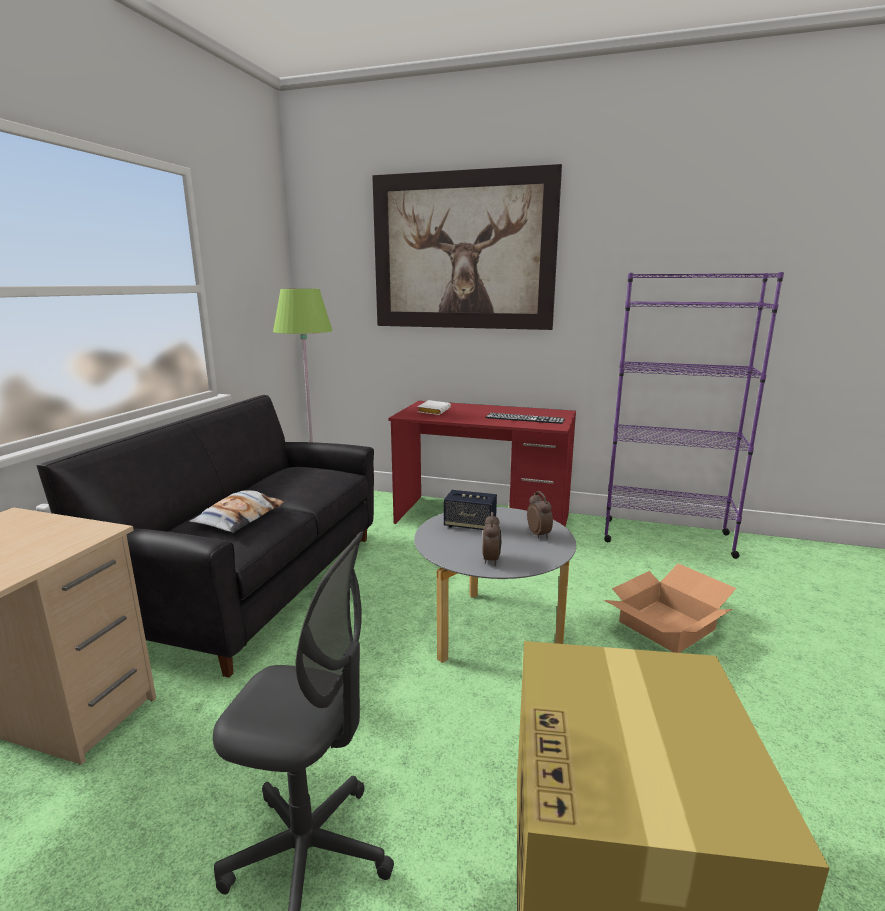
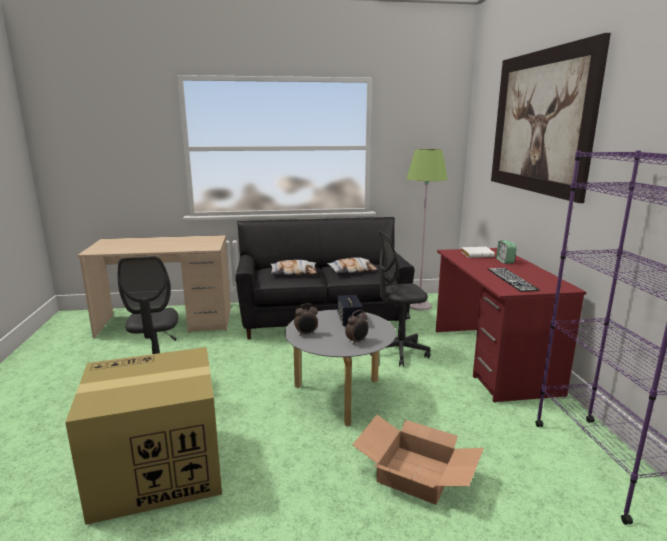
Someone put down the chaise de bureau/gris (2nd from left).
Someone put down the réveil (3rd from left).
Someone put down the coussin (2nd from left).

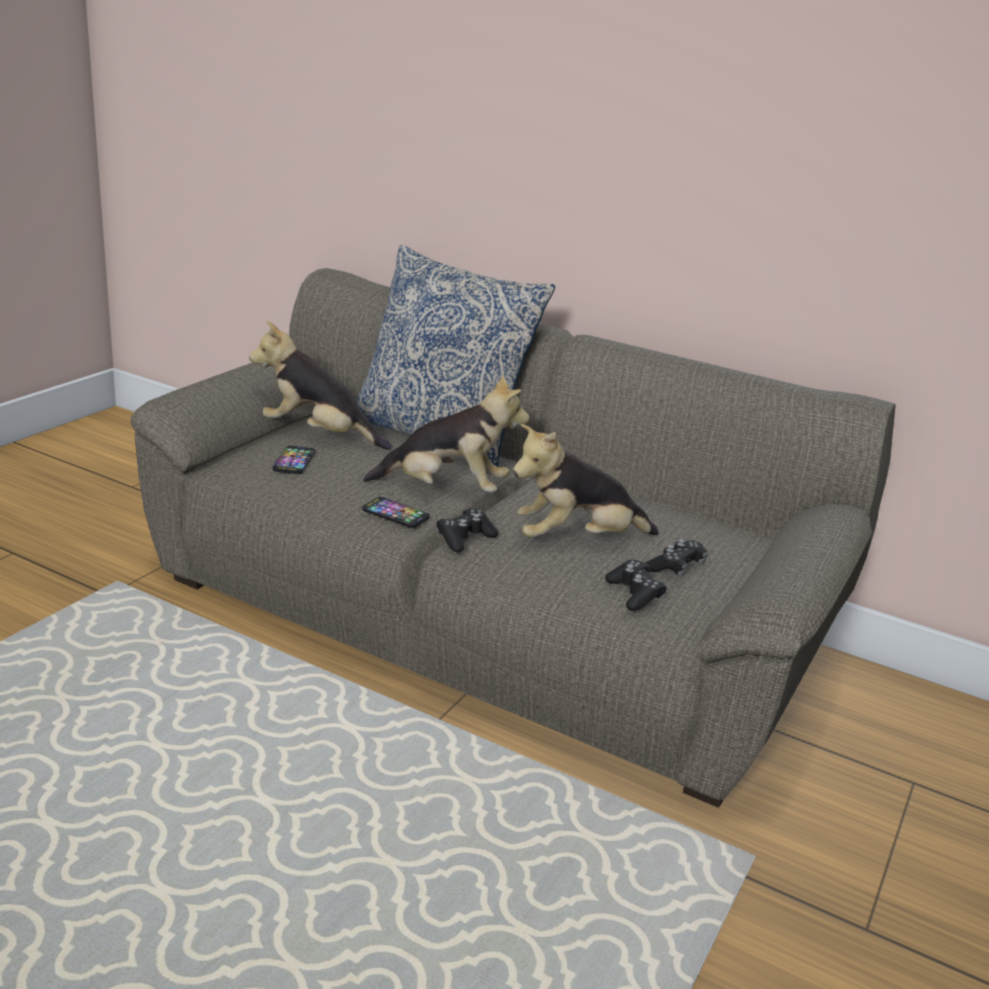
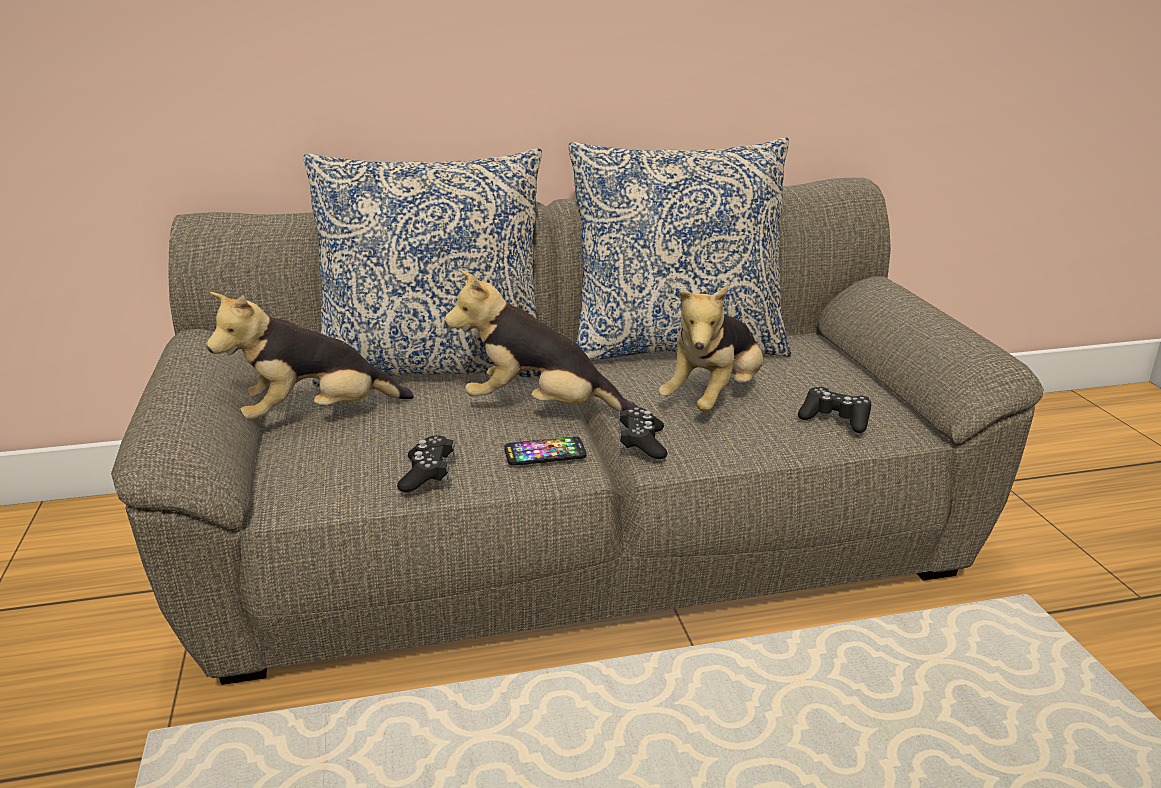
Someone rotated the peluche (2nd from left) by 135 degrees counterclockwise.
Someone took away the téléphone (1st from left).
Someone carried the manette/noir (3rd from left in the first image).
Someone put down the coussin (2nd from left).

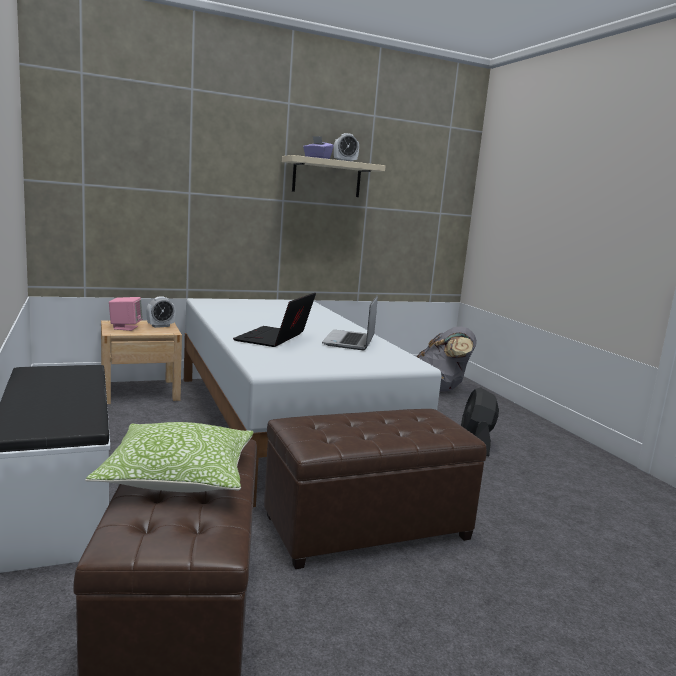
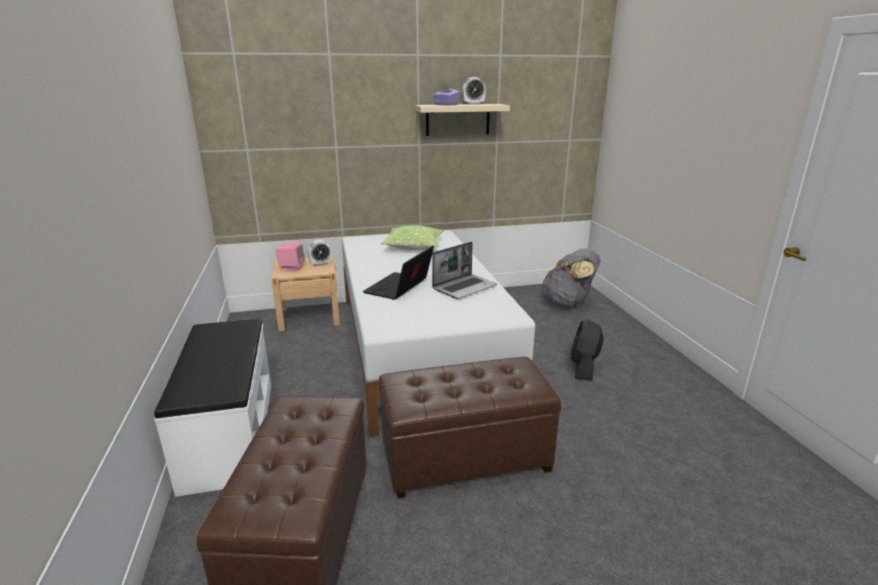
Someone rotated the ordinateur portable (2nd from left) by 150 degrees counterclockwise.
Someone carried the coussin.

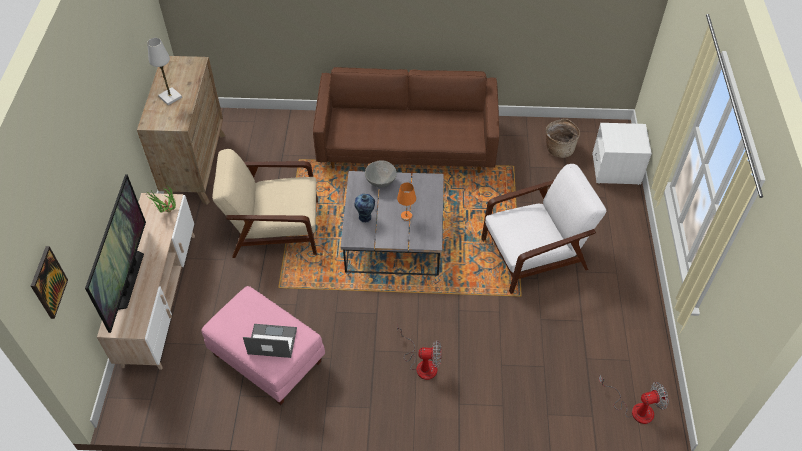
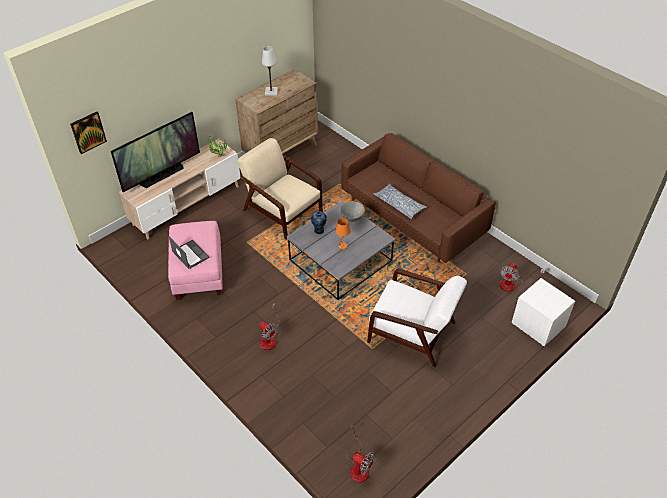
Someone swapped the panier for the ventilateur (3rd from left).
Someone put down the coussin.

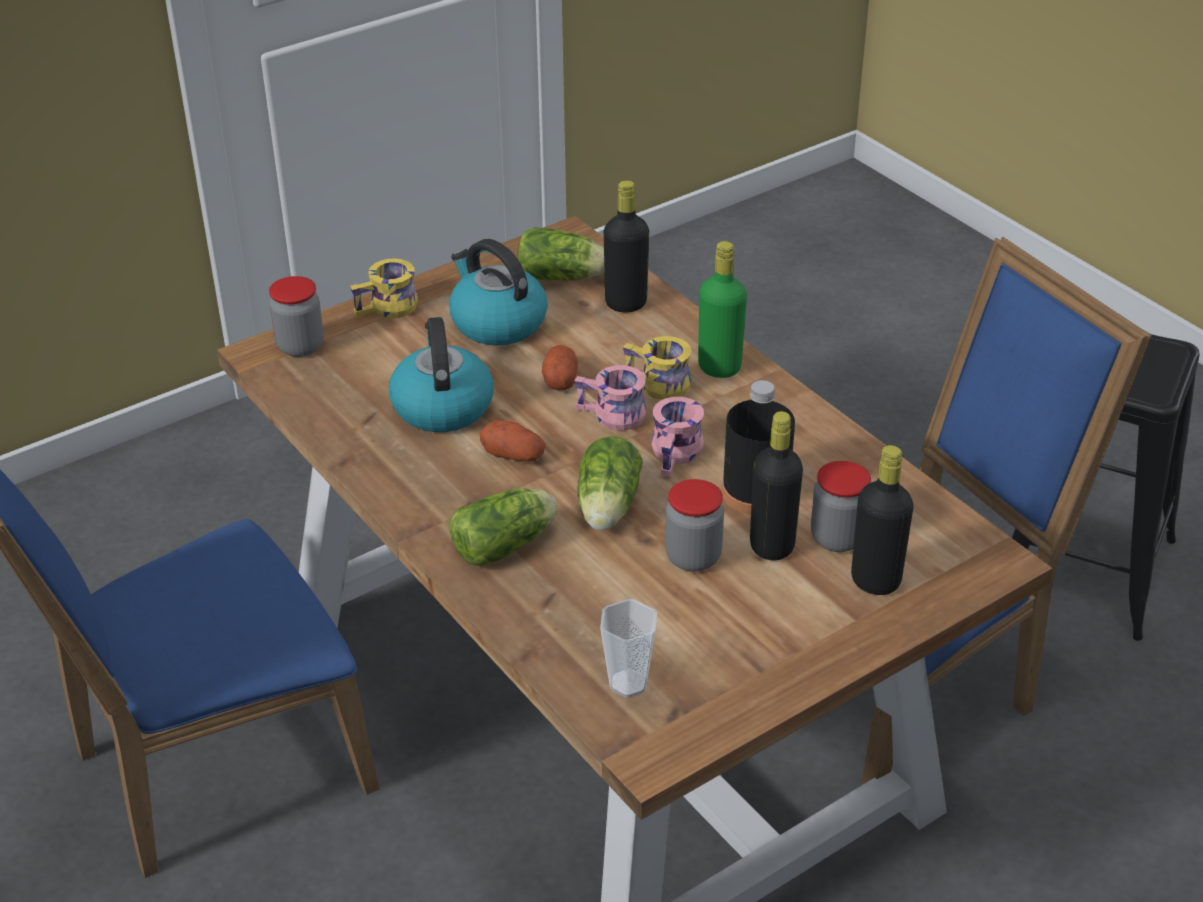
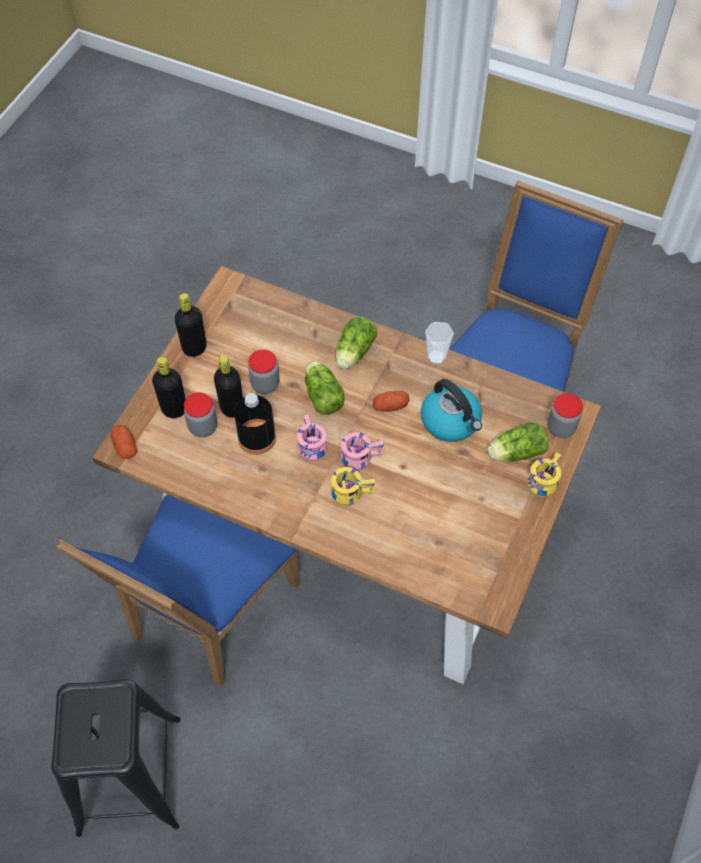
Someone carried the bouteille/noir (1st from left in the first image).
Someone carried the laitue (2nd from left in the first image).
Someone took away the bouilloire (2nd from left).
Someone took away the bouteille/vert.
Someone carried the pomme de terre (2nd from left in the first image).
Someone carried the tasse.

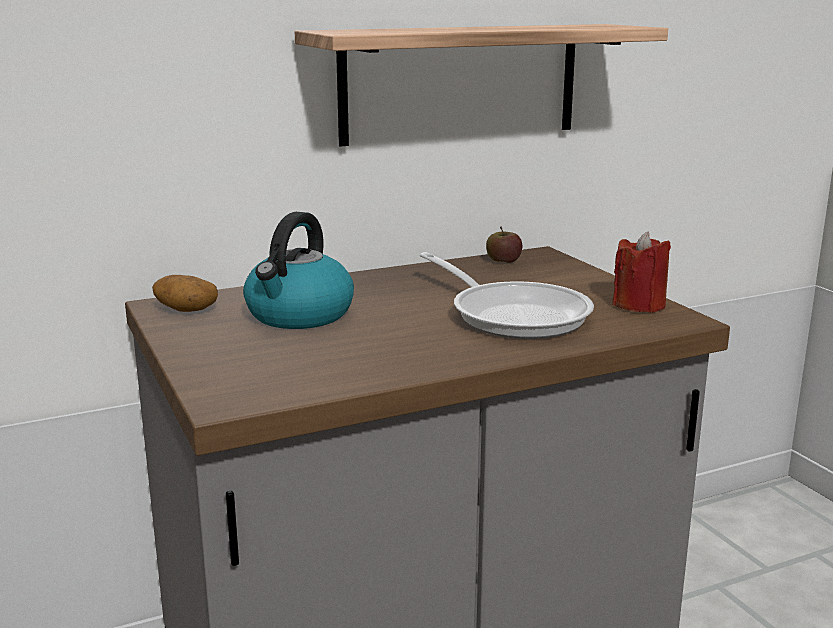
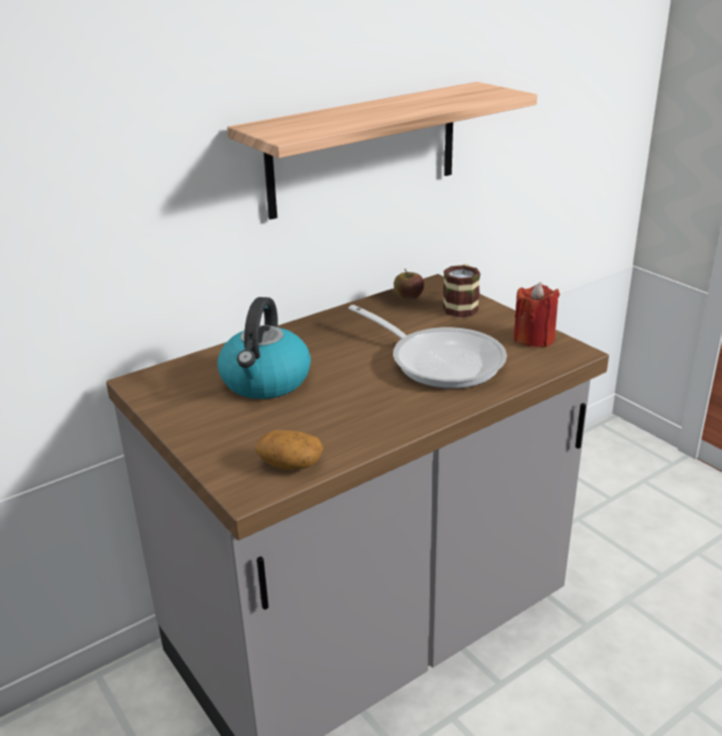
Someone carried the pomme de terre.
Someone put down the mug.

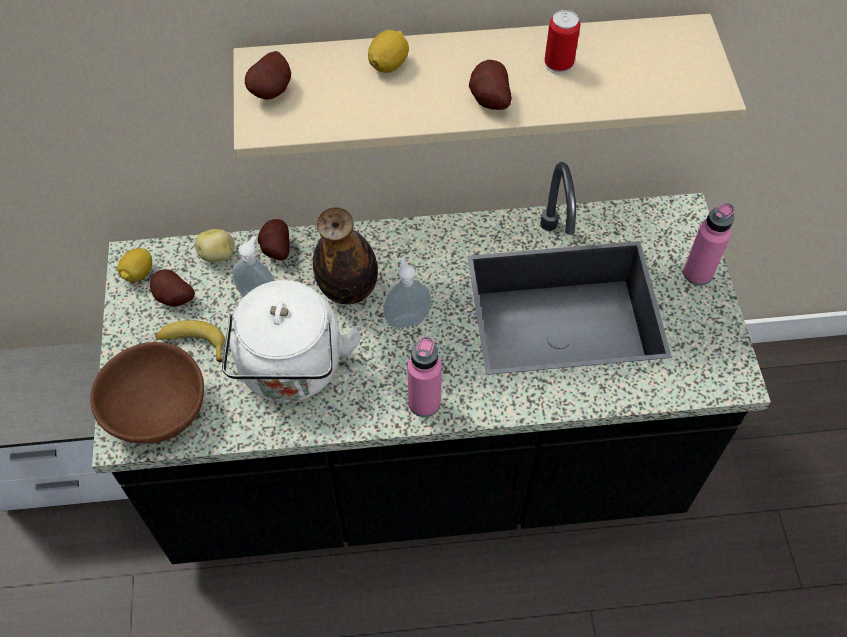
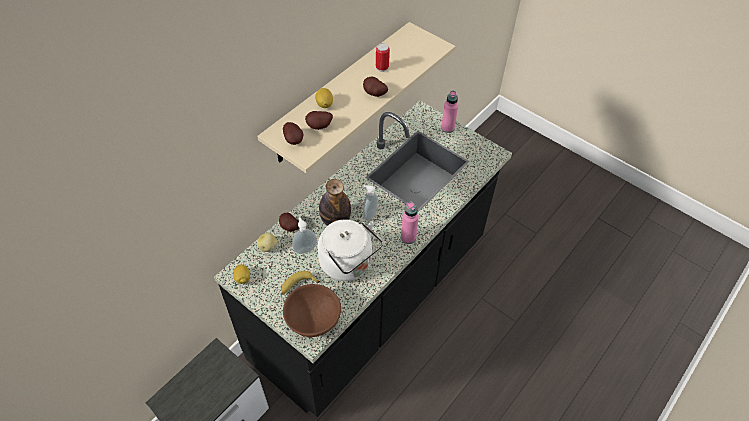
Someone carried the pomme de terre (1st from left in the first image).

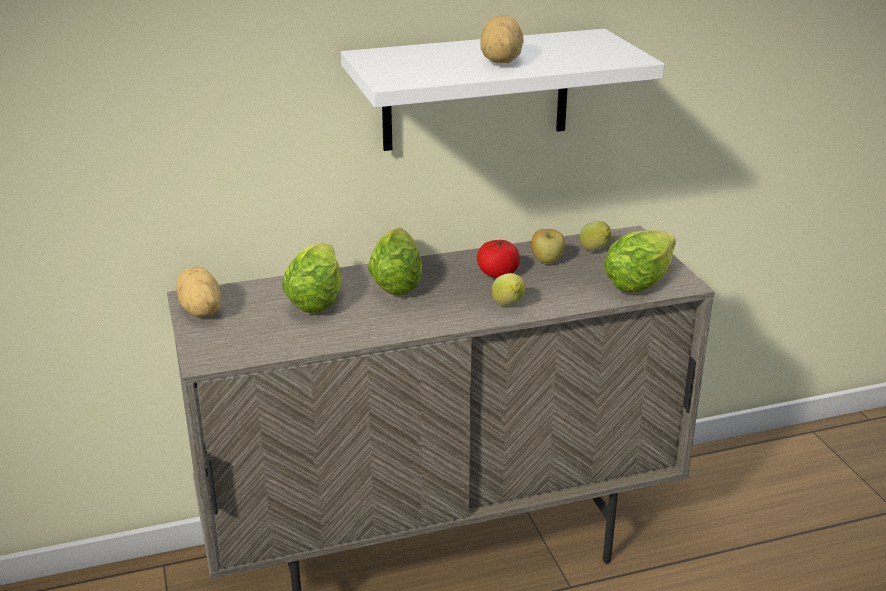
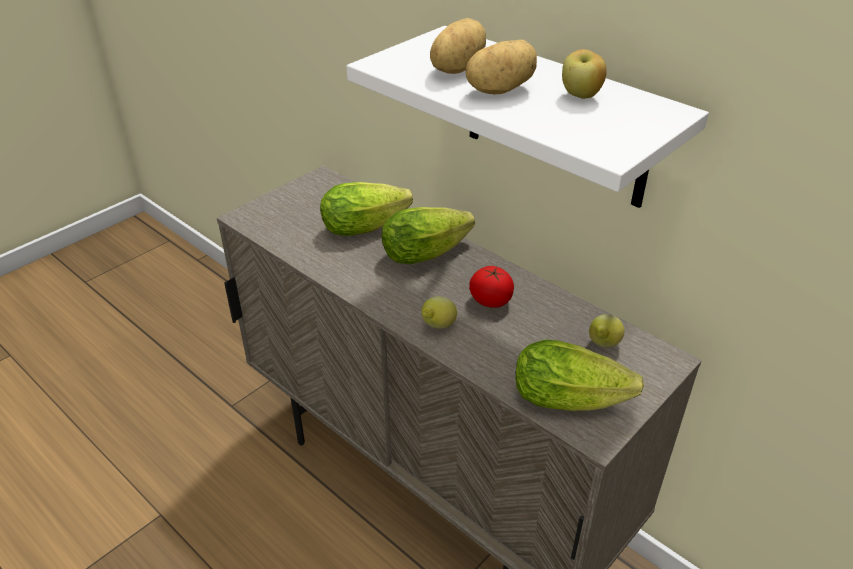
Someone carried the pomme.
Someone carried the pomme de terre (1st from left).

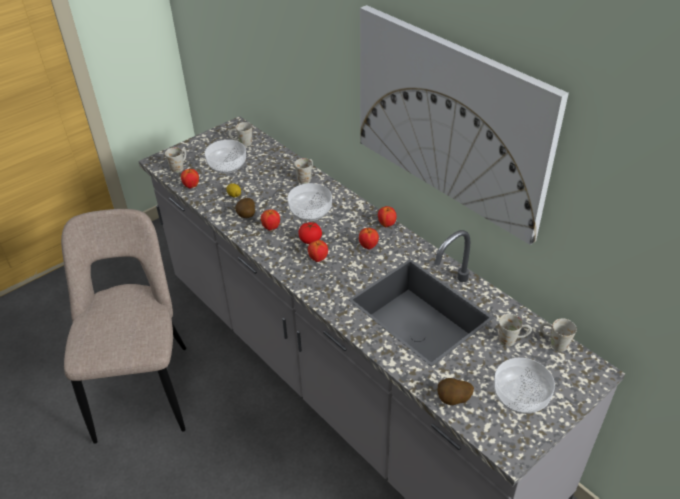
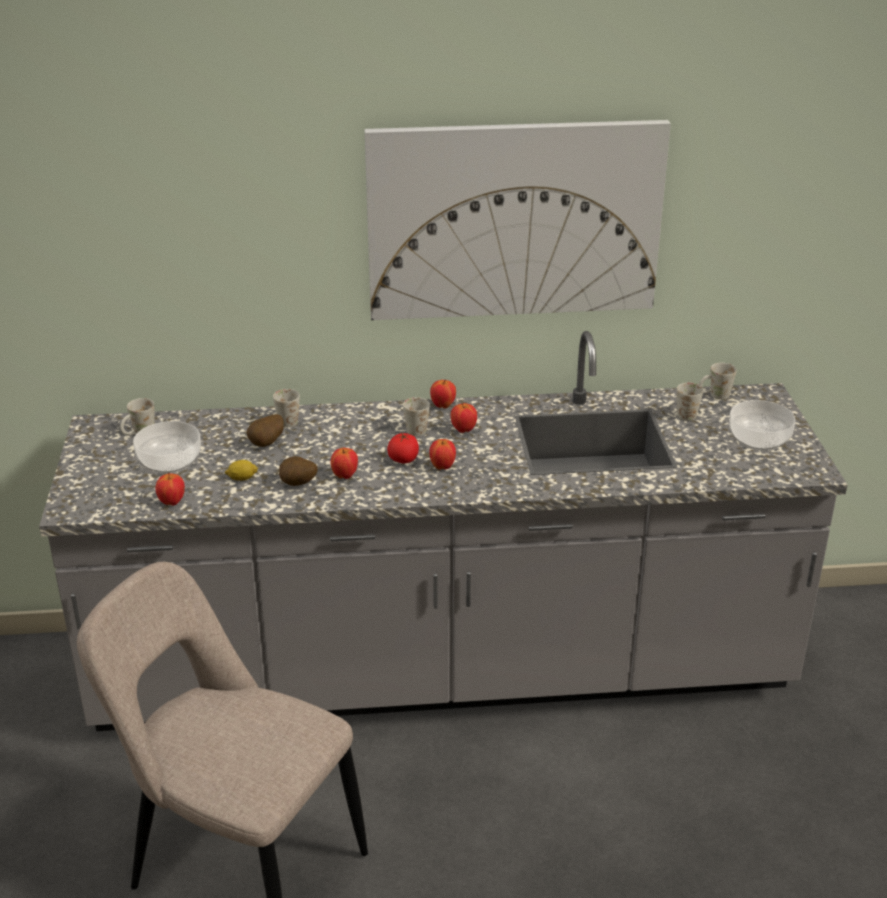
Someone carried the mug/blanc (1st from left in the first image).
Someone took away the bol (2nd from left).
Someone carried the pomme de terre (2nd from left in the first image).

